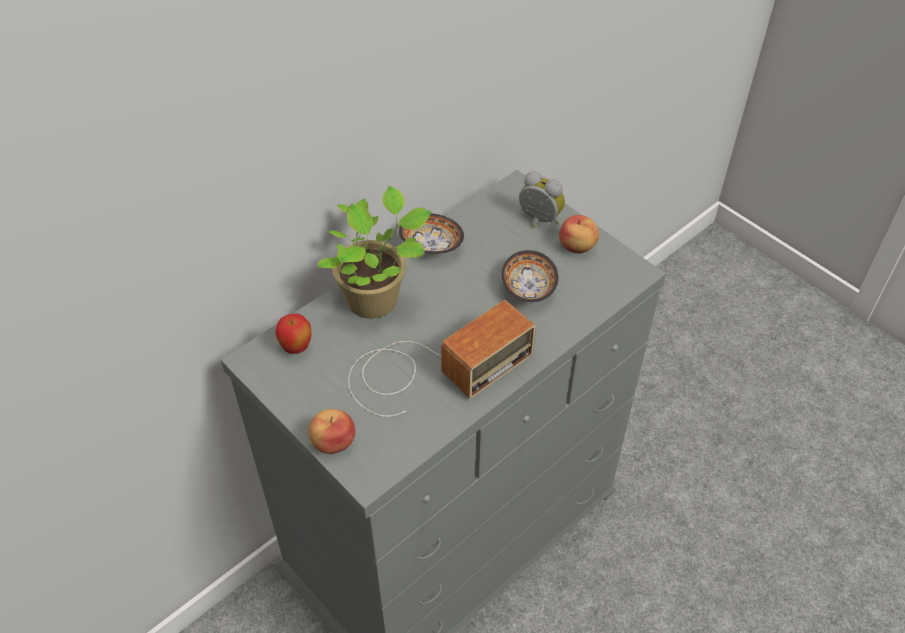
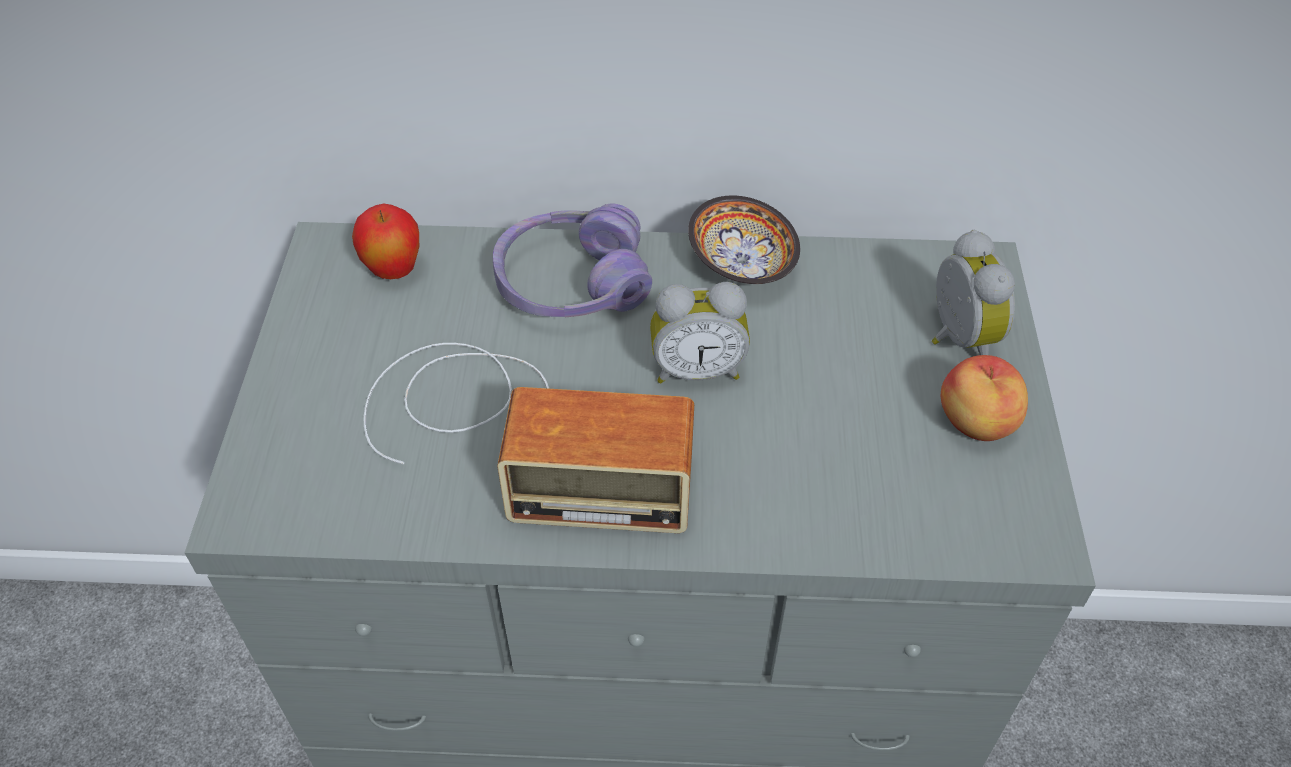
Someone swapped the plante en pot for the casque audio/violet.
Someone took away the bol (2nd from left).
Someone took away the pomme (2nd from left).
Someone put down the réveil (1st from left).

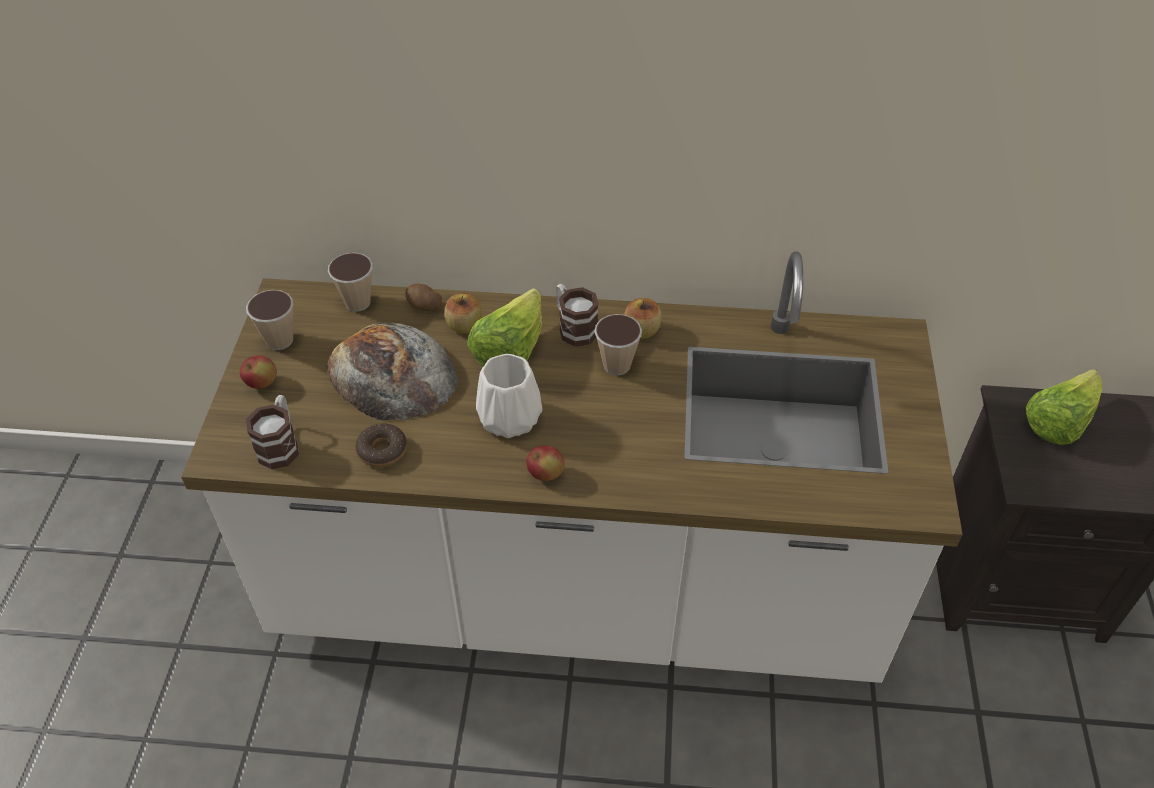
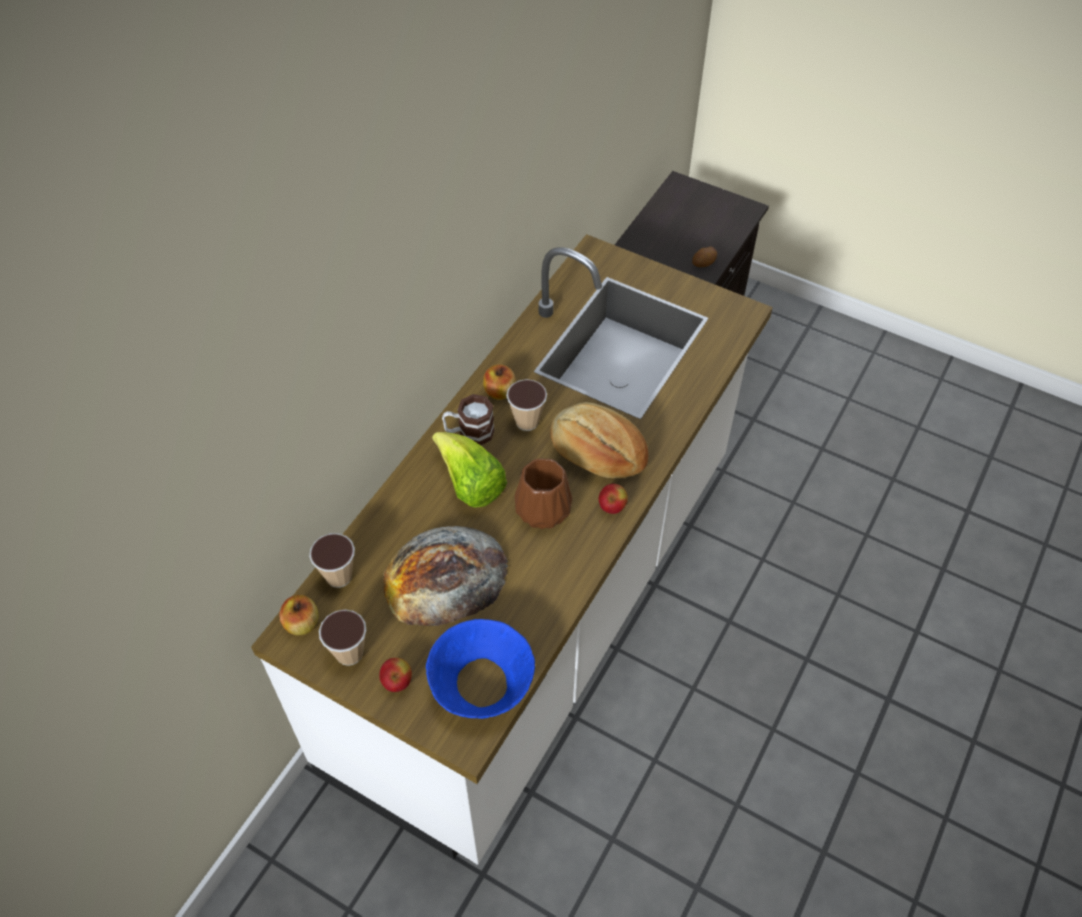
Someone carried the pomme de terre.
Someone carried the pomme (2nd from left in the first image).
Someone repainted the vase/blanc, which became the vase/marron.
Someone took away the laitue (2nd from left).
Someone swapped the mug (1st from left) for the bol/bleu.
Someone took away the beignet.
Someone put down the pain (2nd from left).

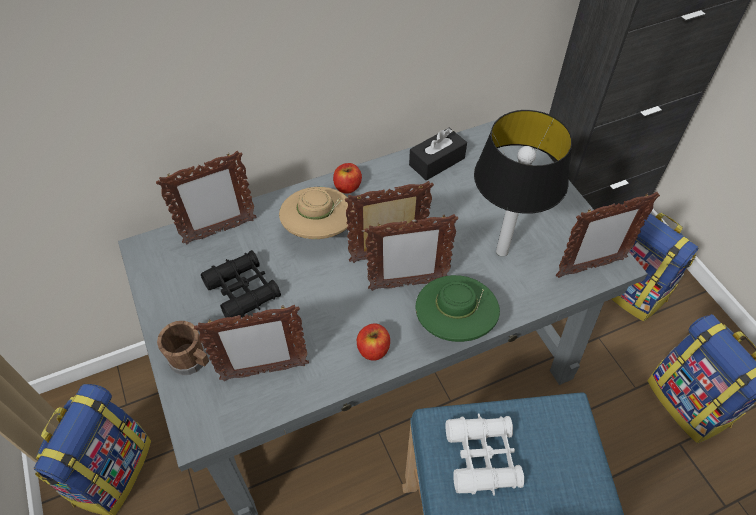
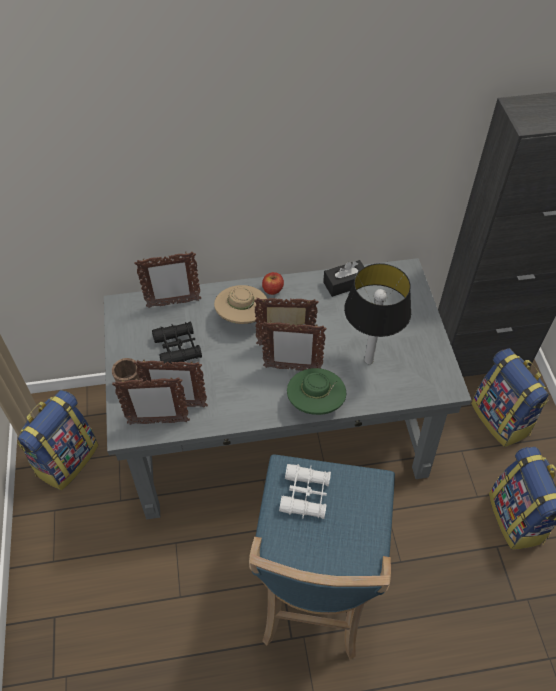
Someone carried the cadre photo (5th from left in the first image).
Someone took away the pomme (2nd from left).

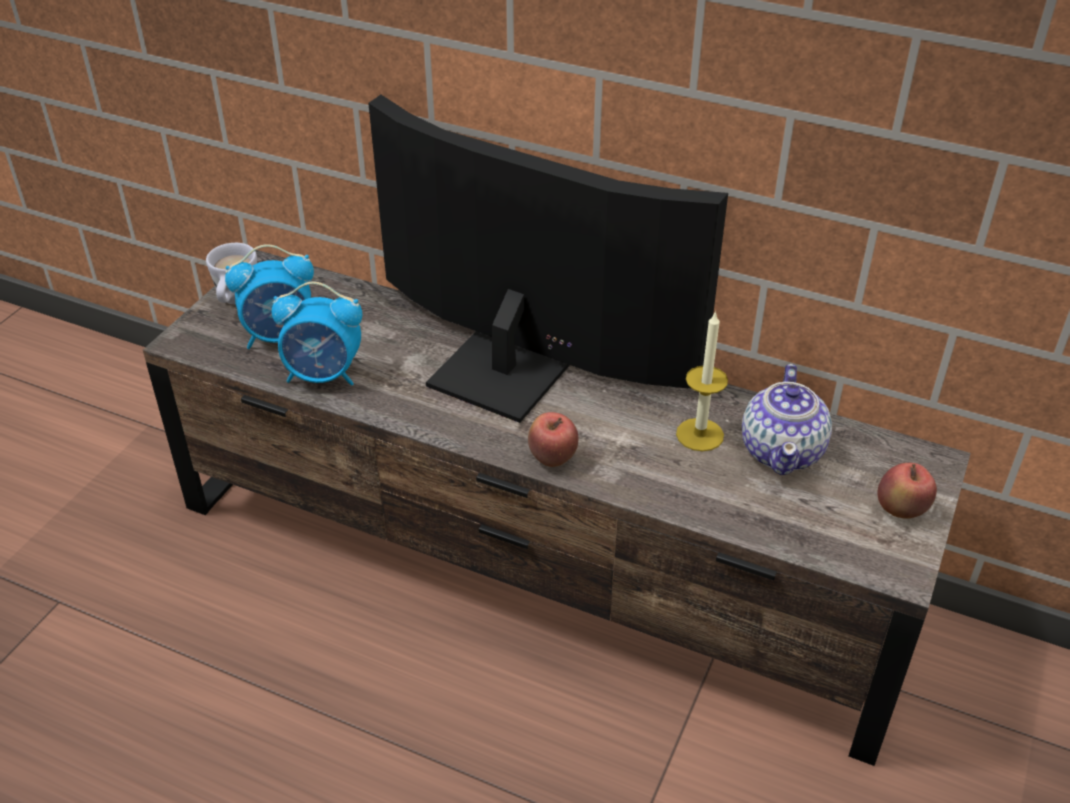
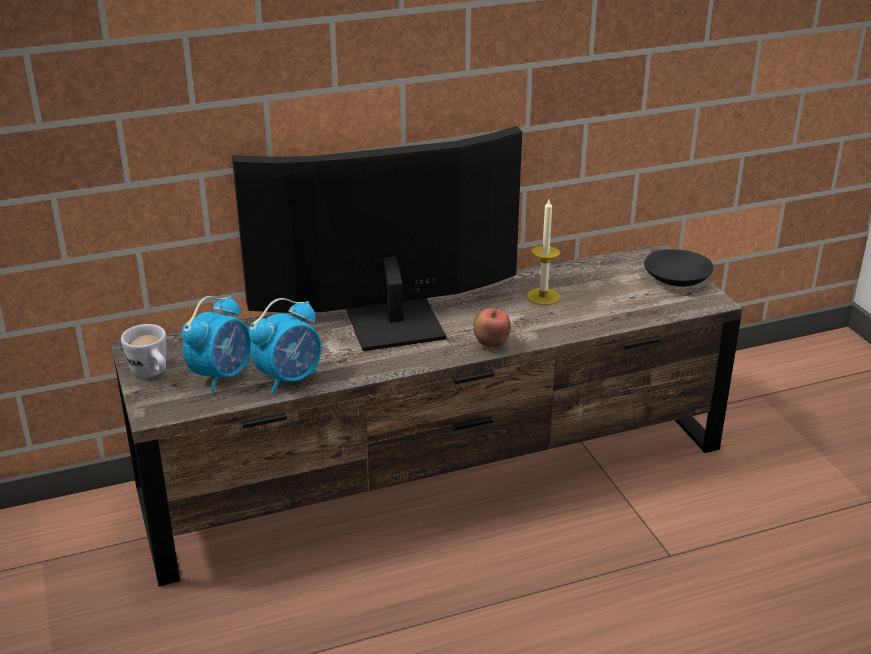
Someone took away the théière.
Someone swapped the pomme (2nd from left) for the bol/noir.

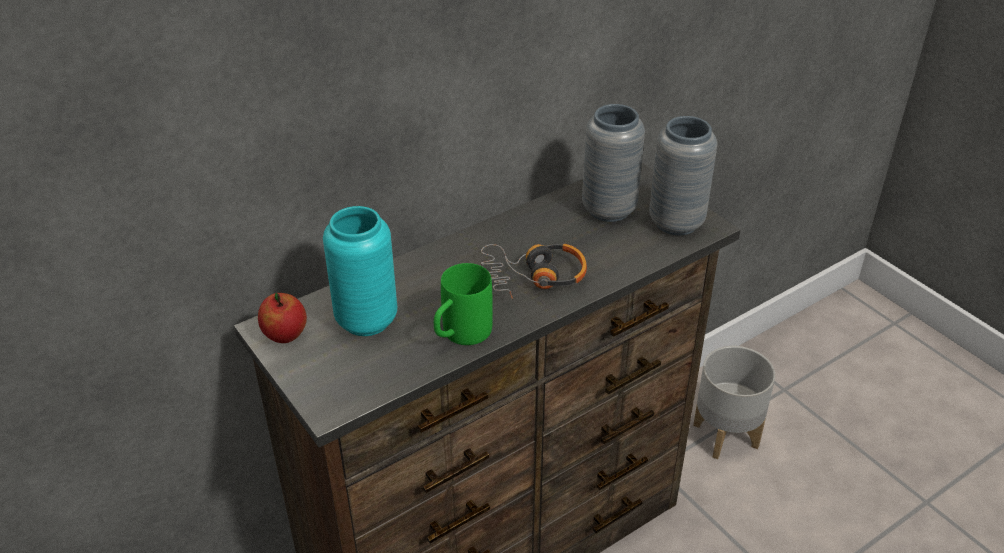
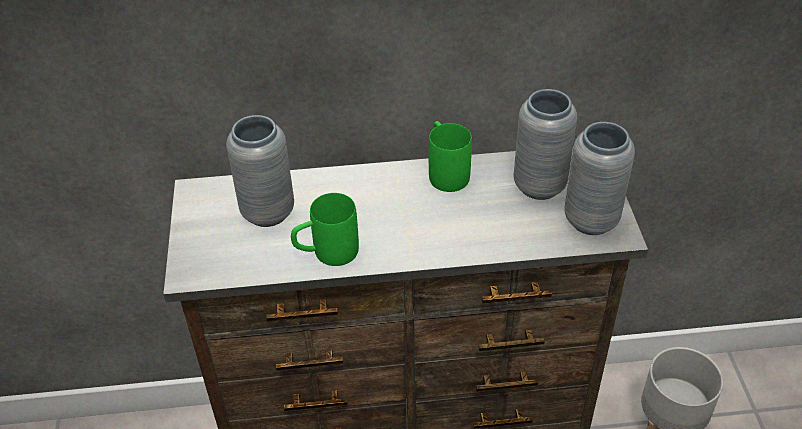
Someone repainted the vase/turquoise, which became the vase/gris (1st from left).
Someone took away the casque audio.
Someone took away the pomme.
Someone put down the mug/vert (2nd from left).

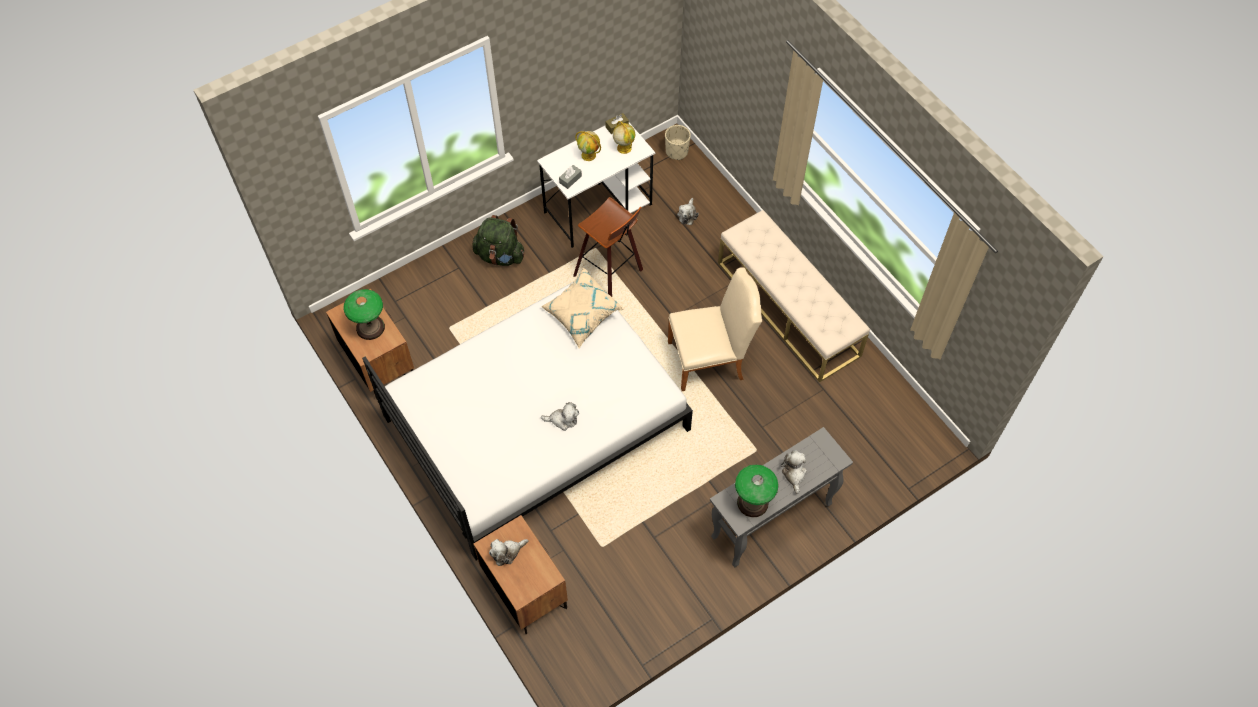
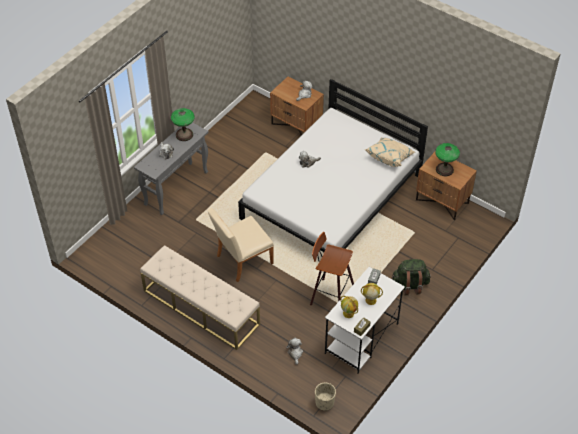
Someone carried the coussin/beige.

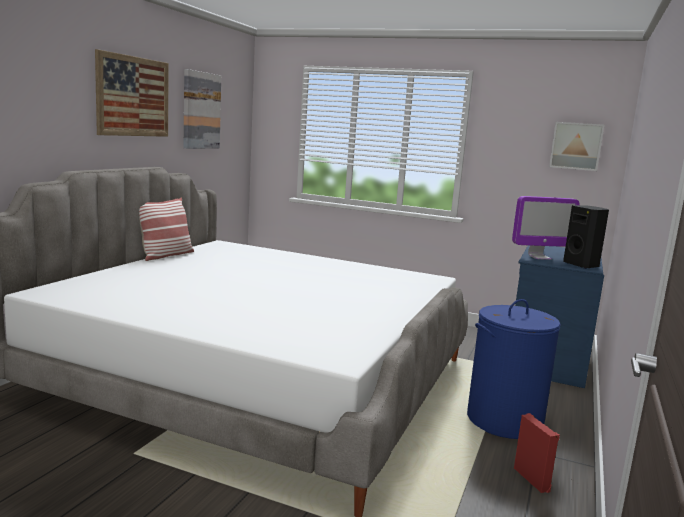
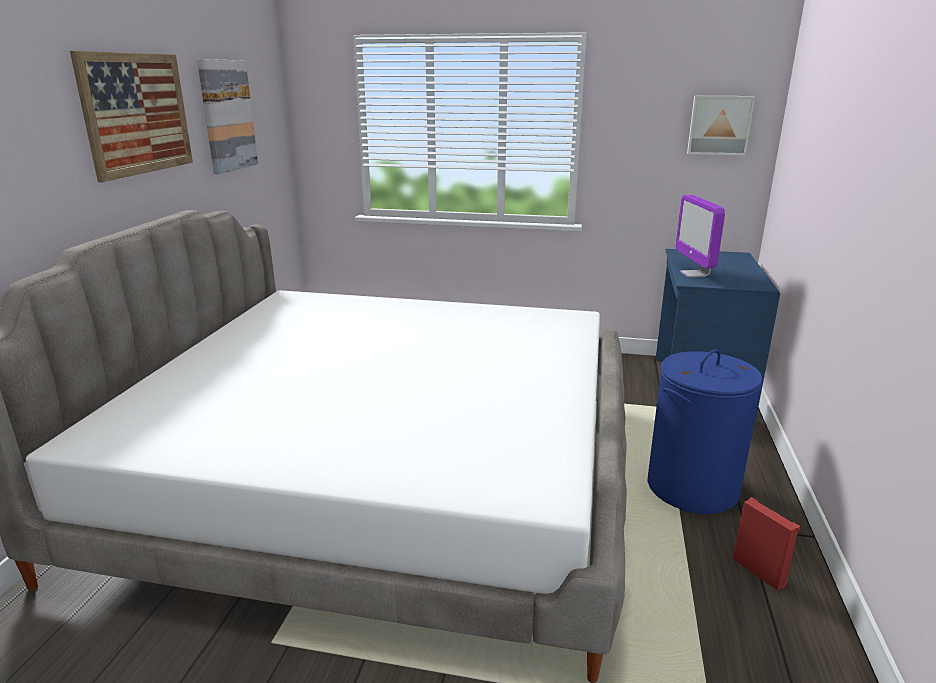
Someone rotated the écran d'ordinateur by 105 degrees clockwise.
Someone took away the coussin.
Someone took away the enceinte/noir.

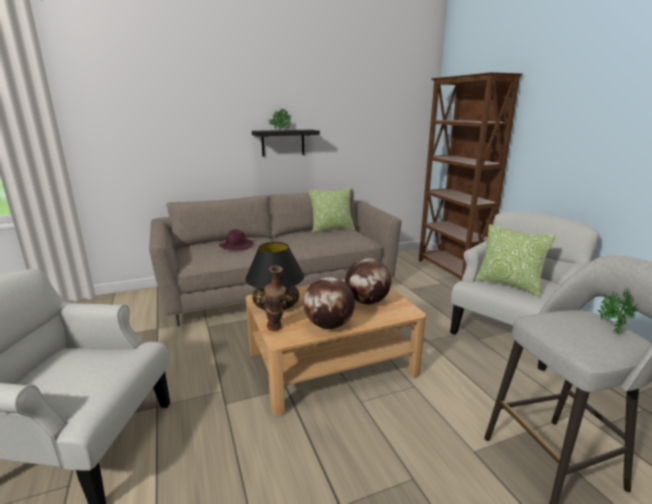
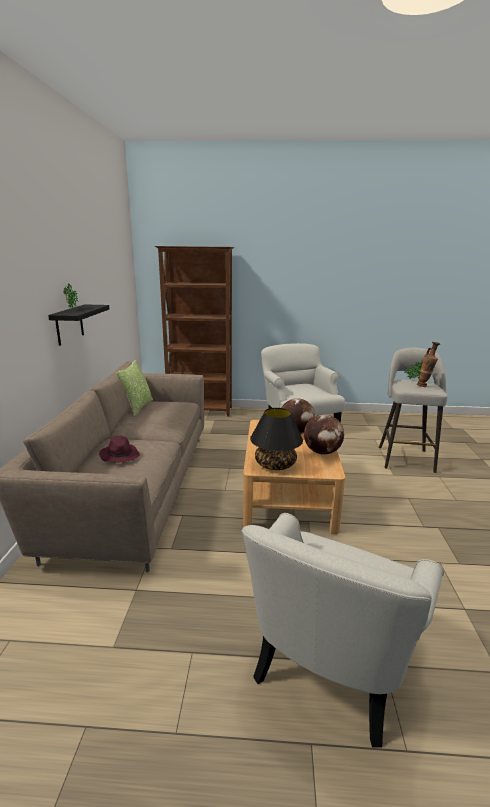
Someone took away the coussin (2nd from left).
Someone carried the vase.

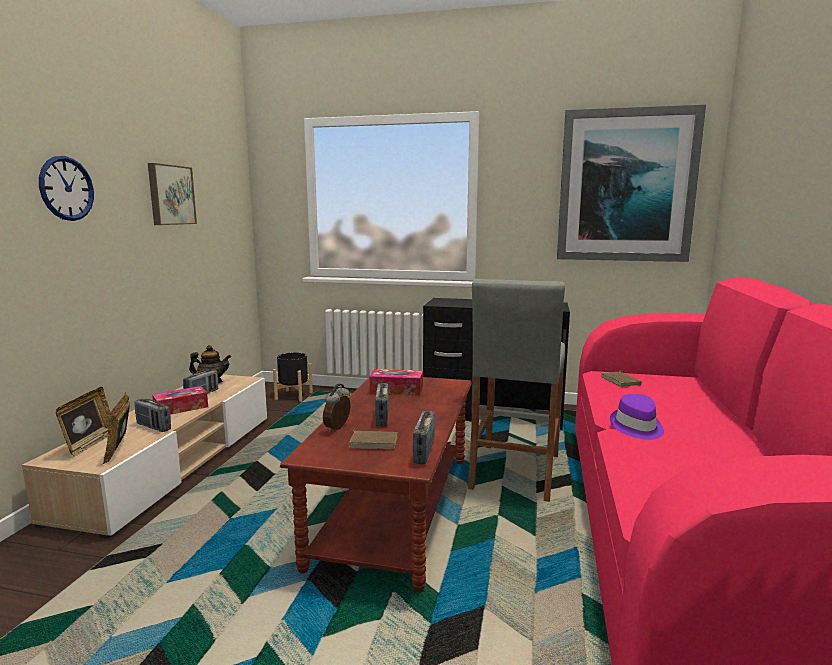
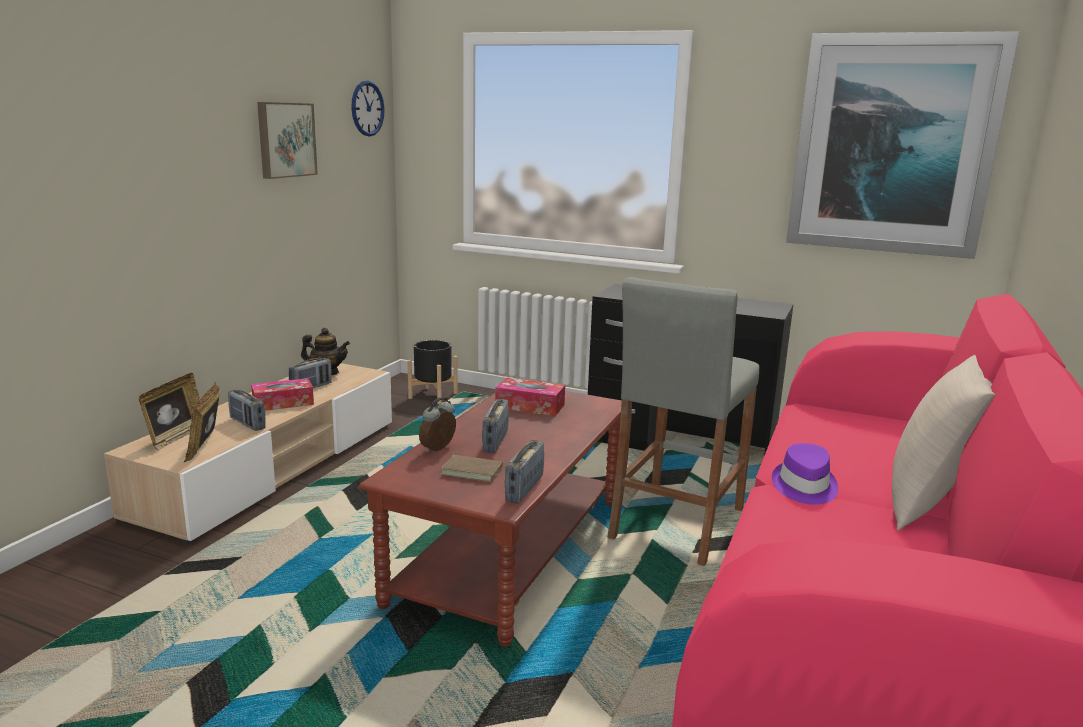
Someone carried the horloge murale.
Someone took away the livre/marron (2nd from left).
Someone put down the coussin/beige.

